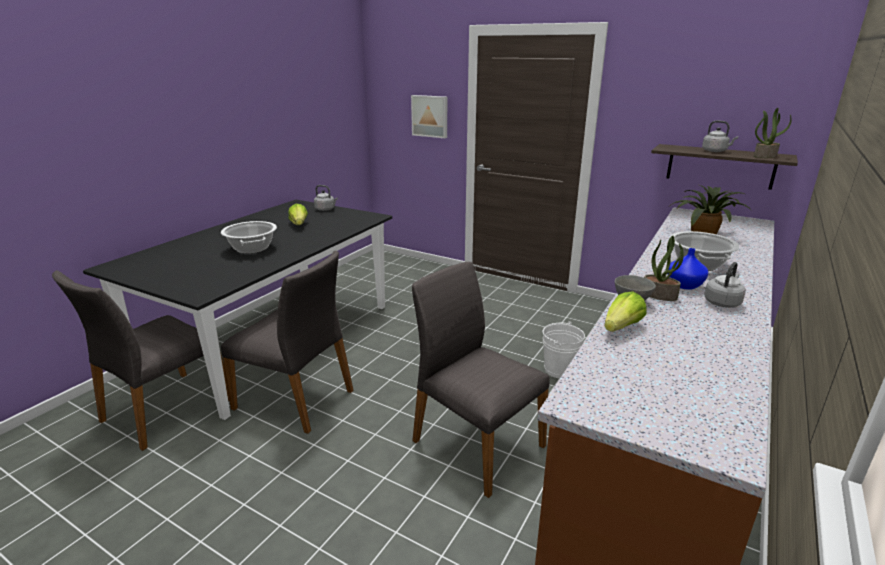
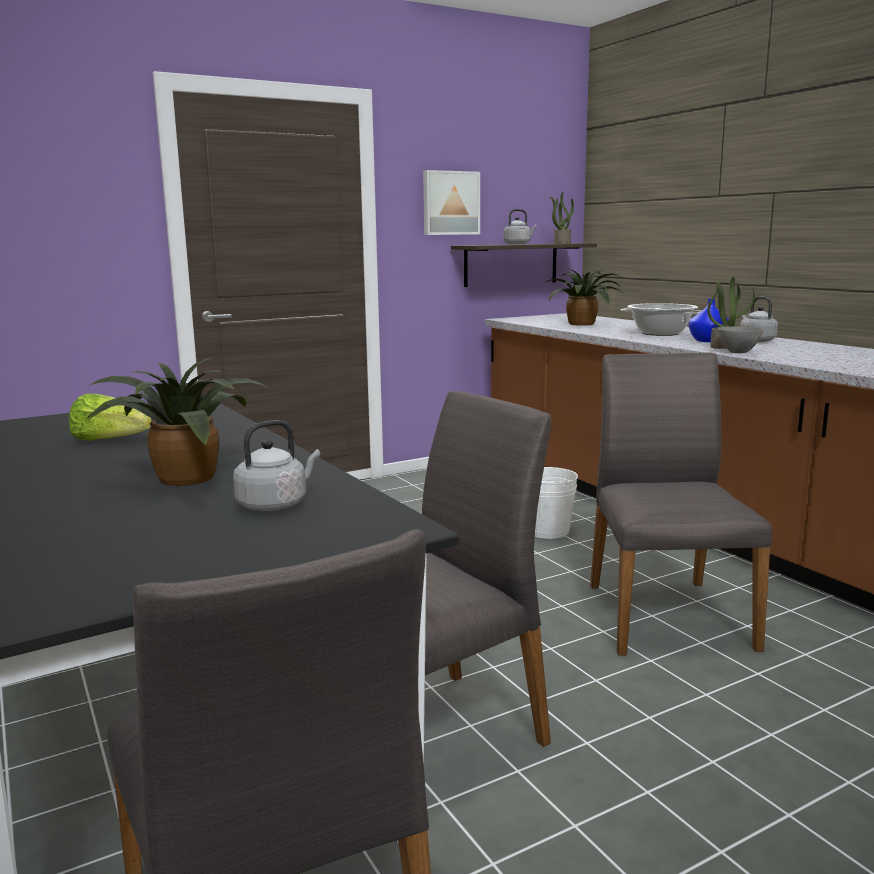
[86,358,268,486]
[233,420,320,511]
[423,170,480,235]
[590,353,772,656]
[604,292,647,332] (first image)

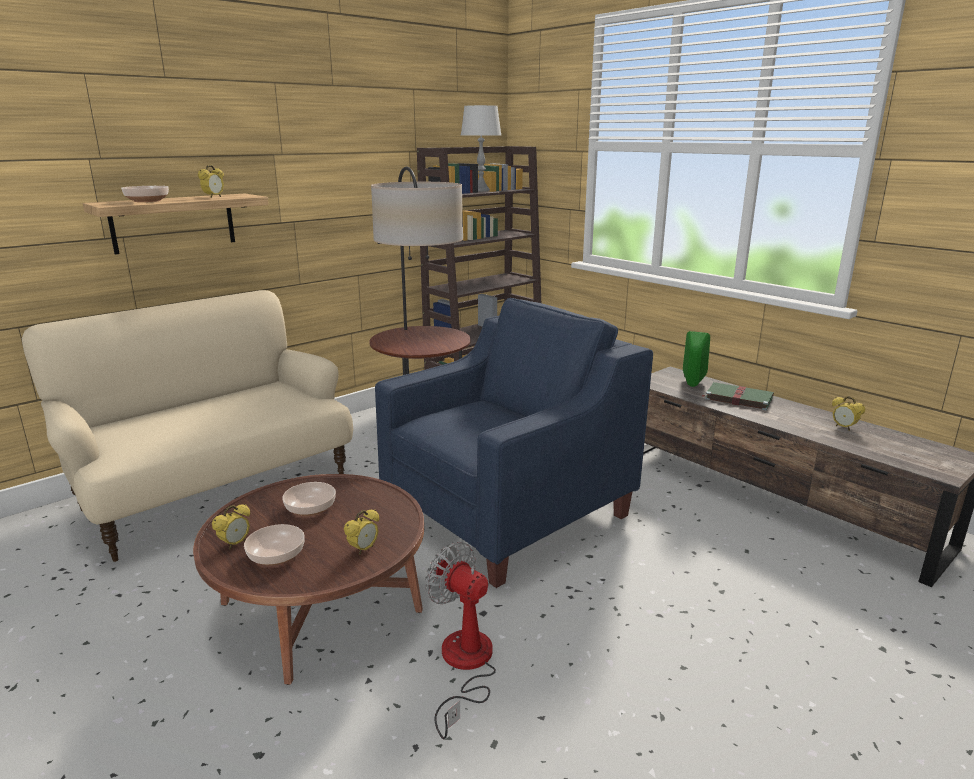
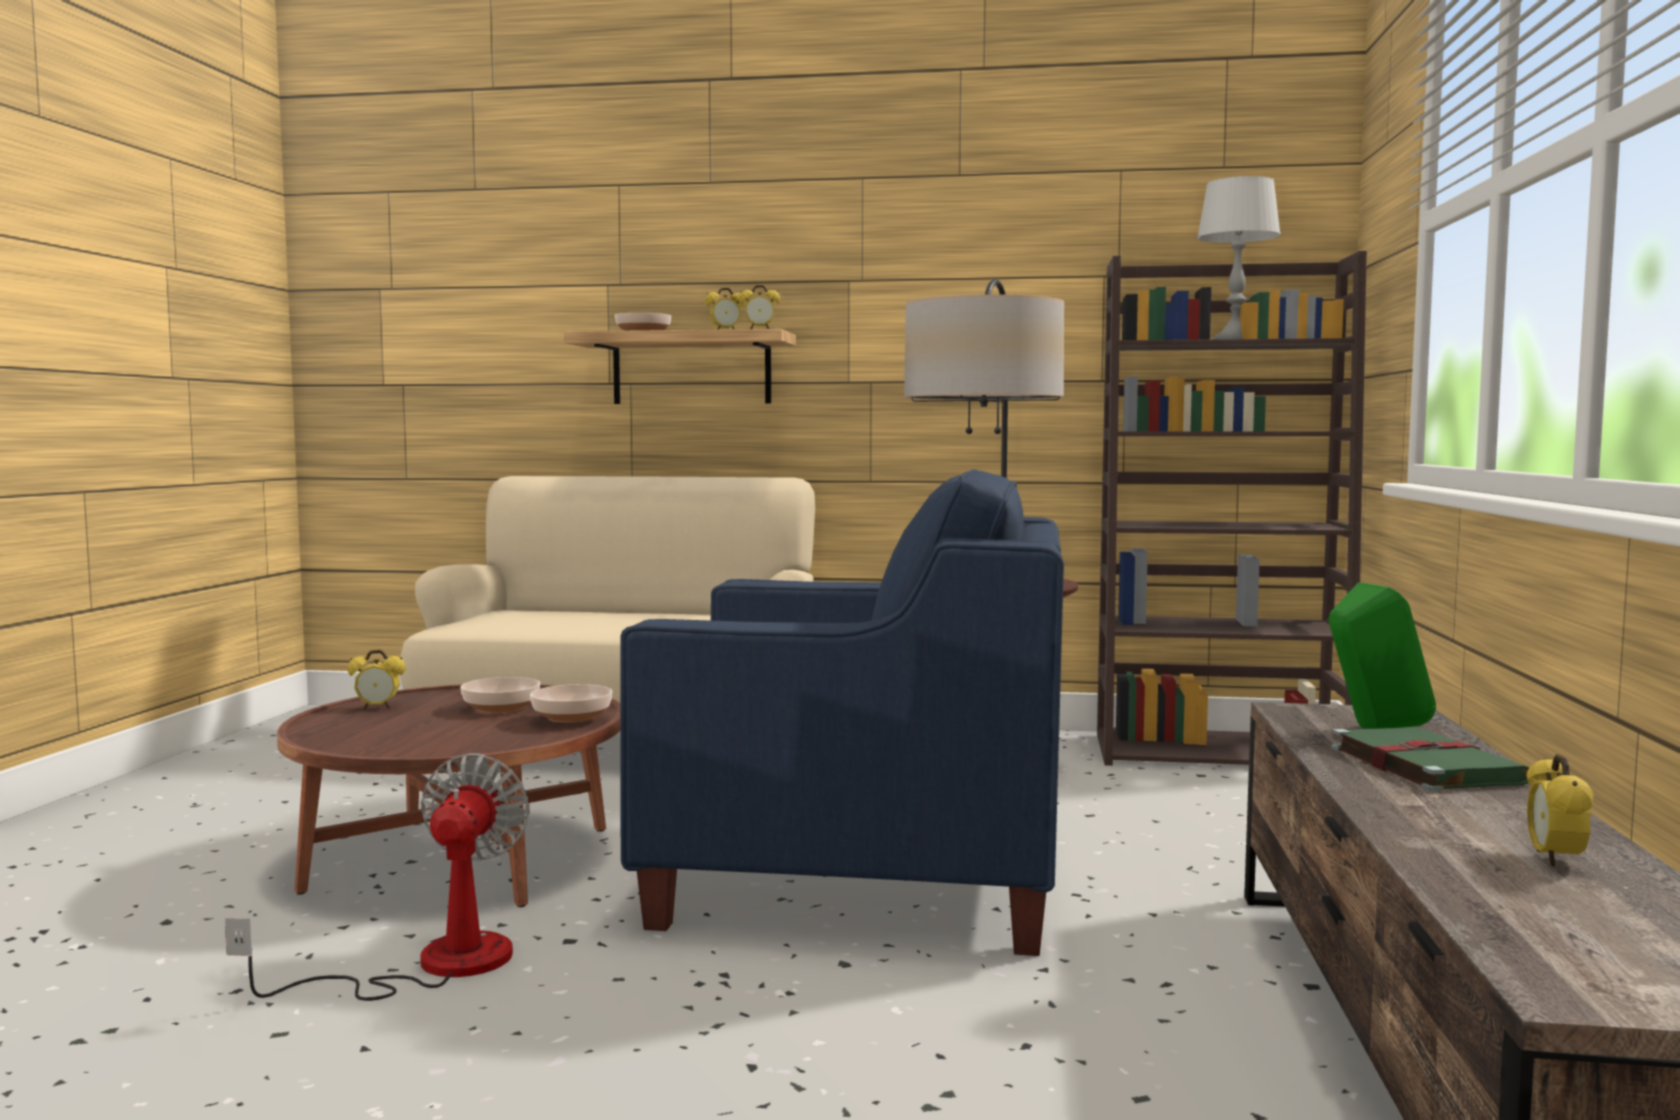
[530,684,612,723]
[739,285,780,329]

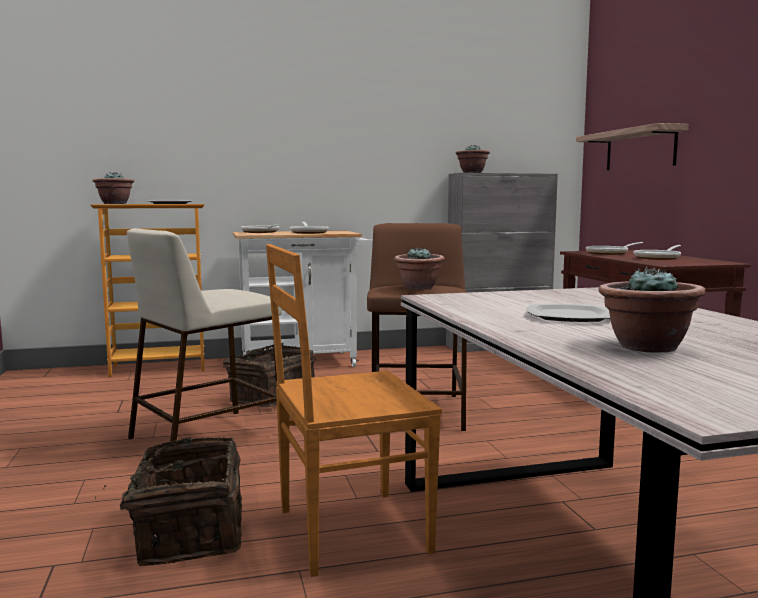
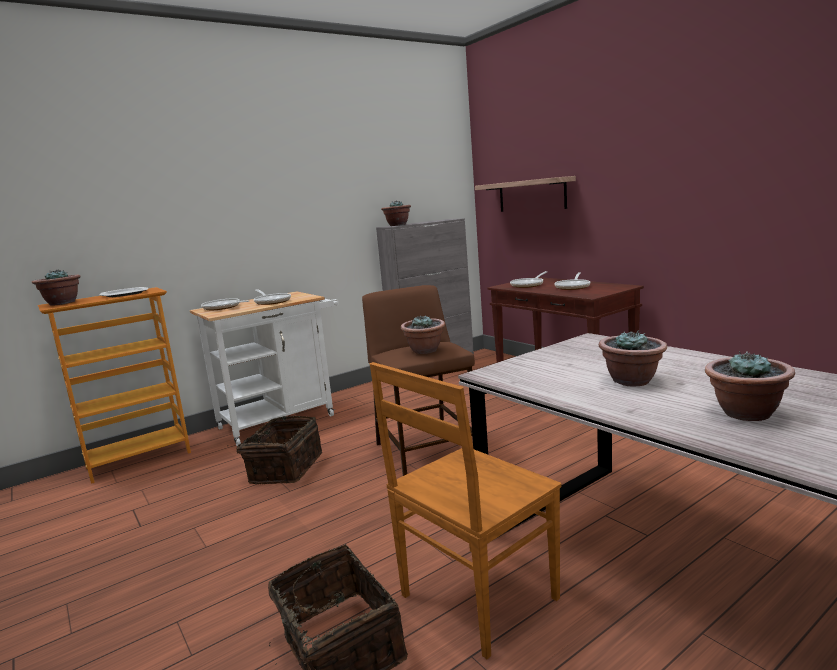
[127,228,282,441] (first image)
[599,331,667,386]

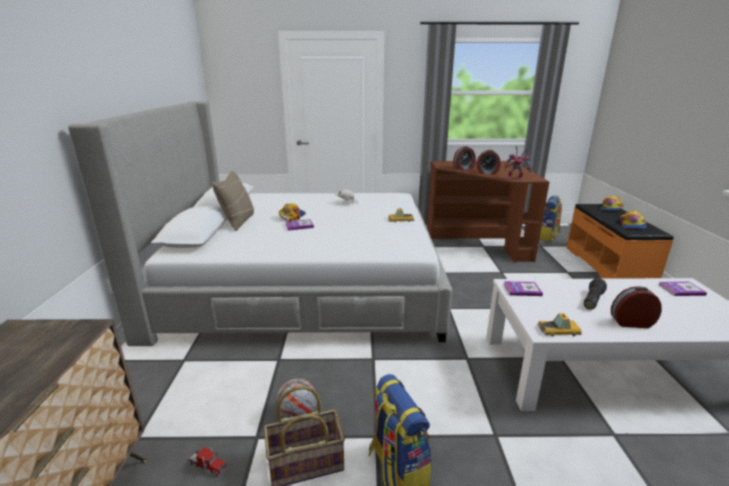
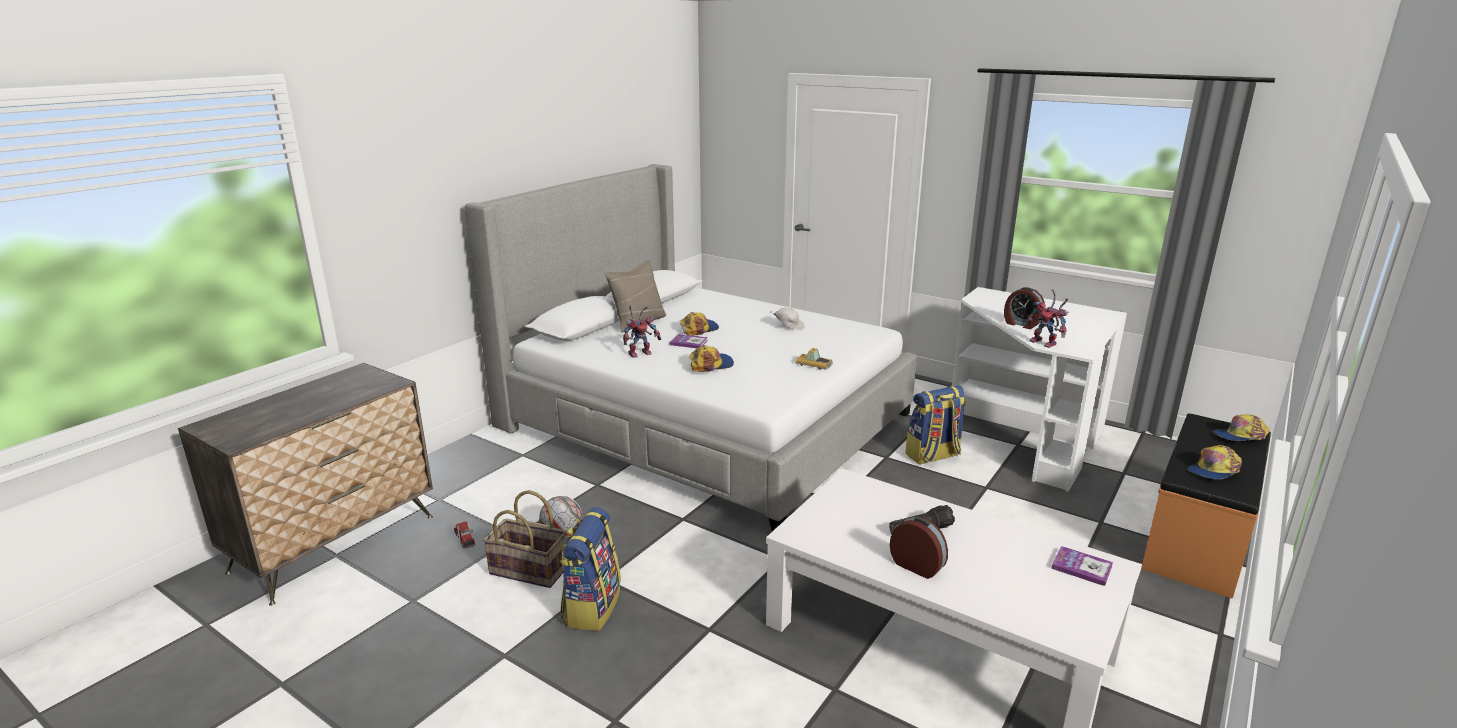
[952,287,1127,492]
[453,146,476,170] (first image)
[504,281,543,296] (first image)
[537,313,582,337] (first image)
[906,385,966,465]
[623,305,661,358]
[689,345,734,372]

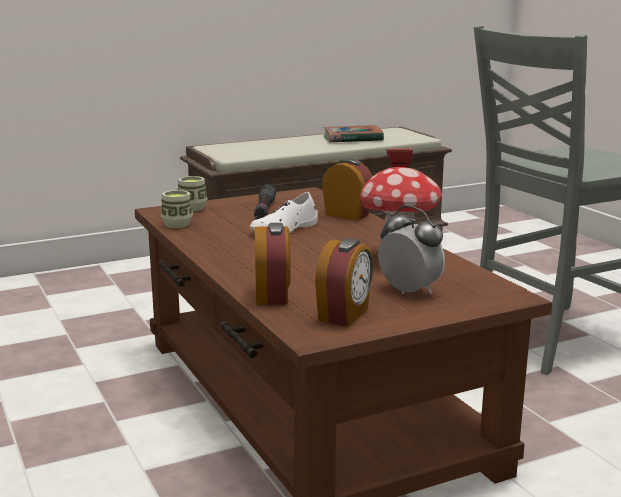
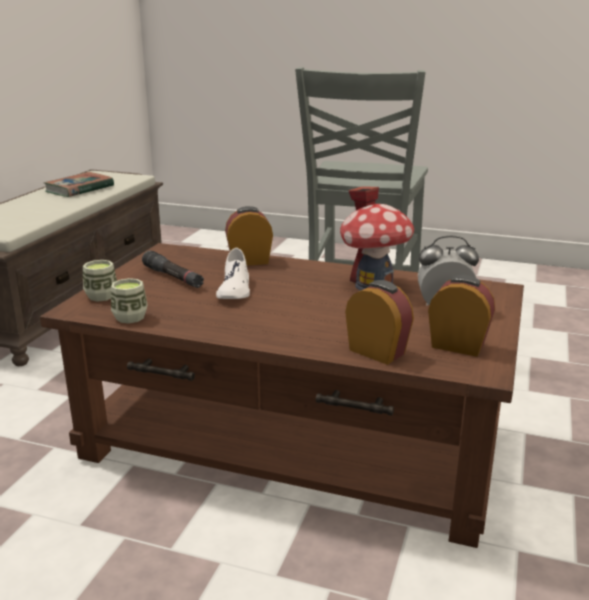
[428,275,495,357]

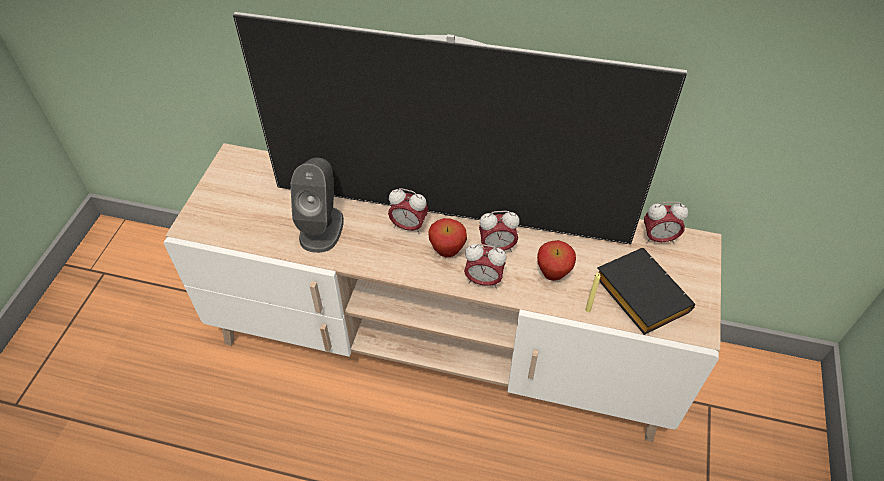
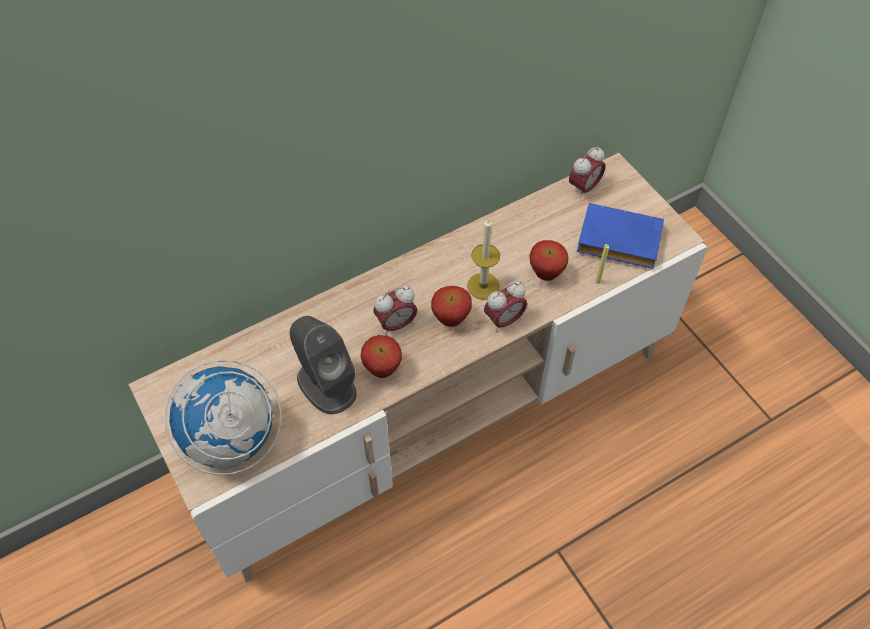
[233,12,687,244] (first image)
[467,217,500,300]
[577,203,664,269]
[164,359,282,475]
[361,335,402,378]

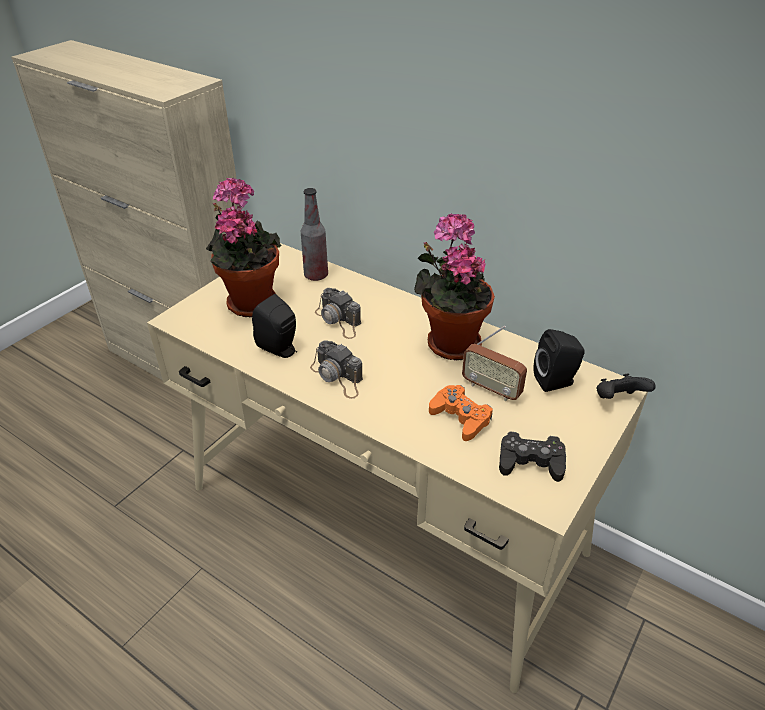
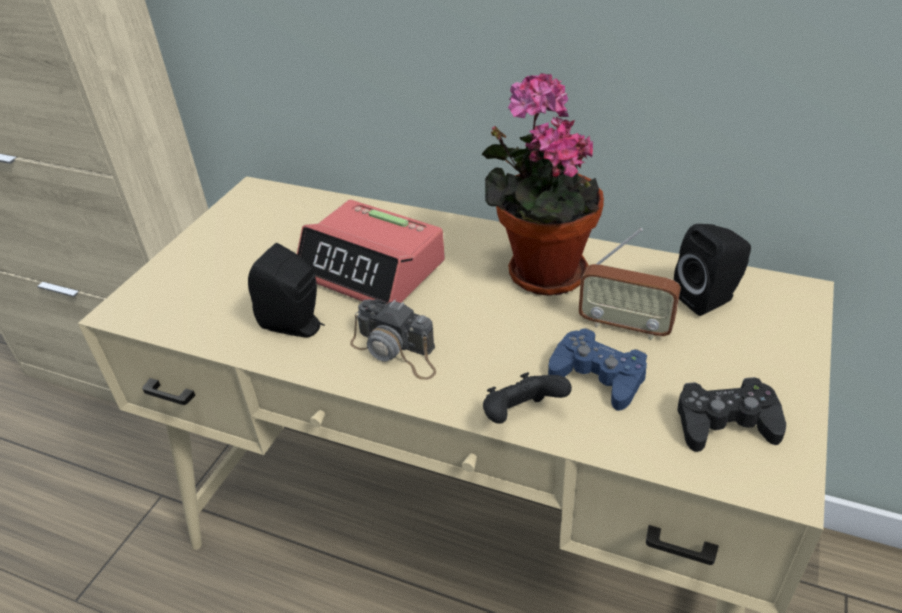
[206,178,281,318] (first image)
[301,188,328,281] (first image)
[297,200,445,305]
[548,328,647,411]
[483,372,572,423]

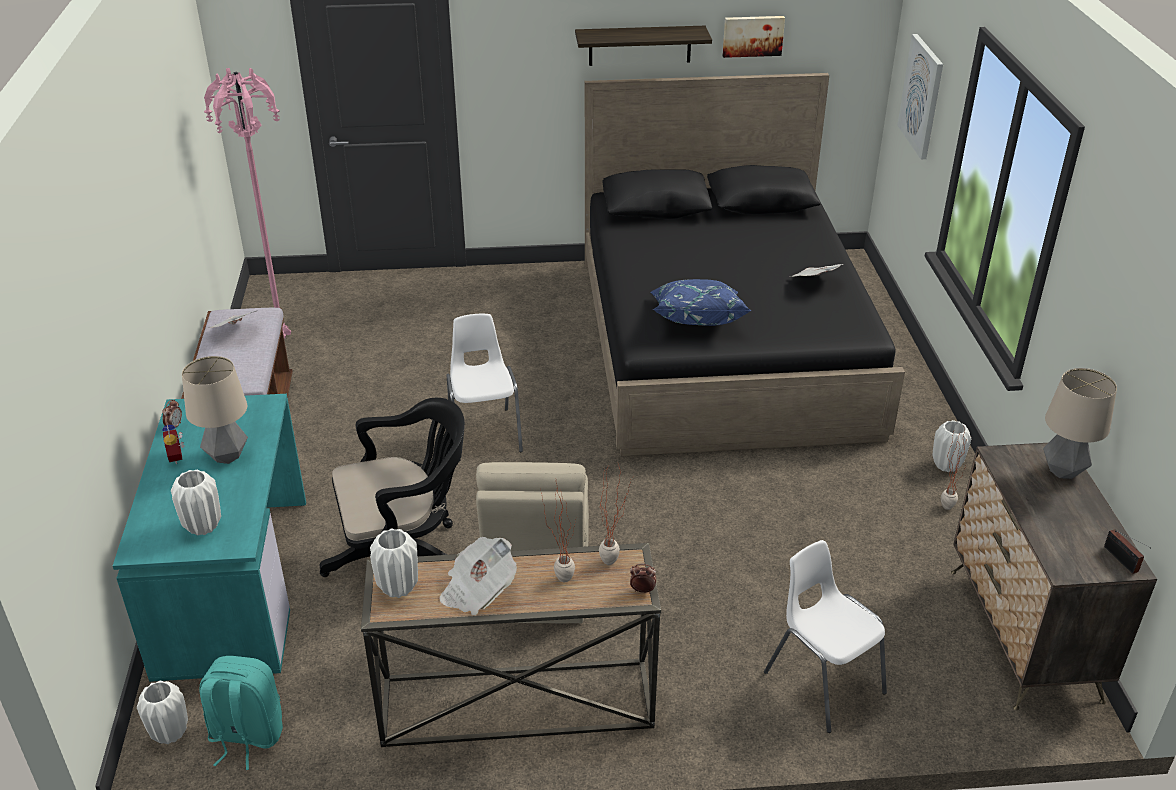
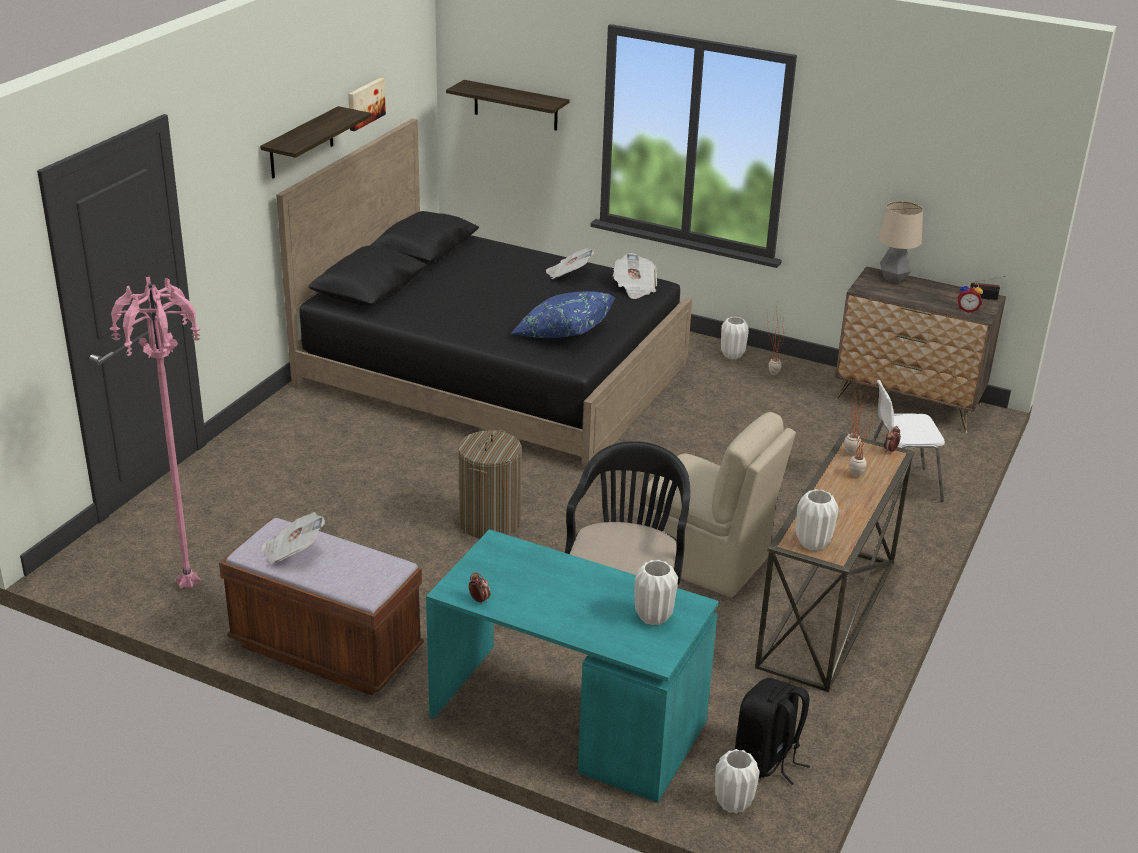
[957,282,983,313]
[182,356,248,464] (first image)
[735,678,810,785]
[613,253,657,299]
[458,430,522,539]
[446,80,569,131]

